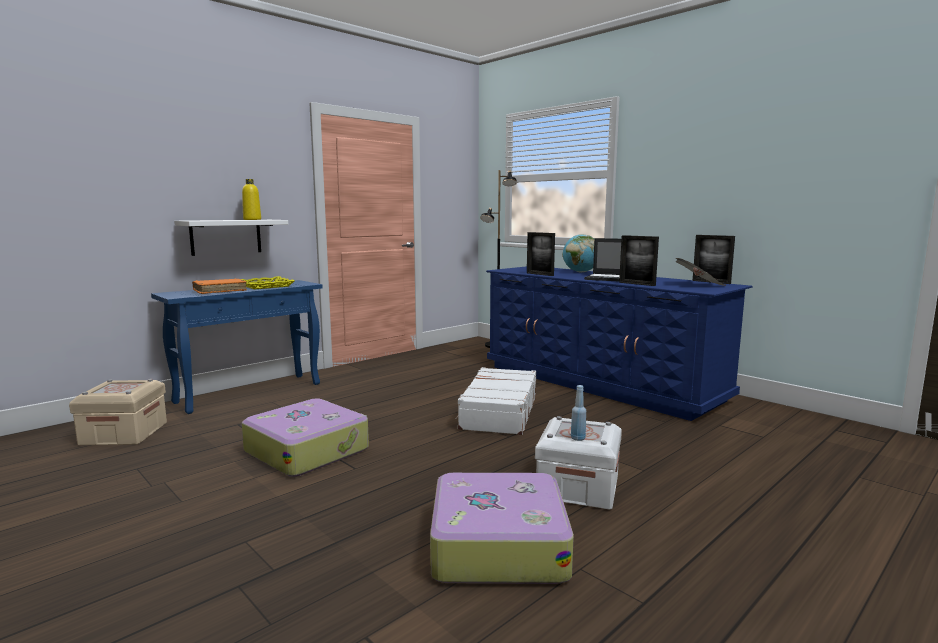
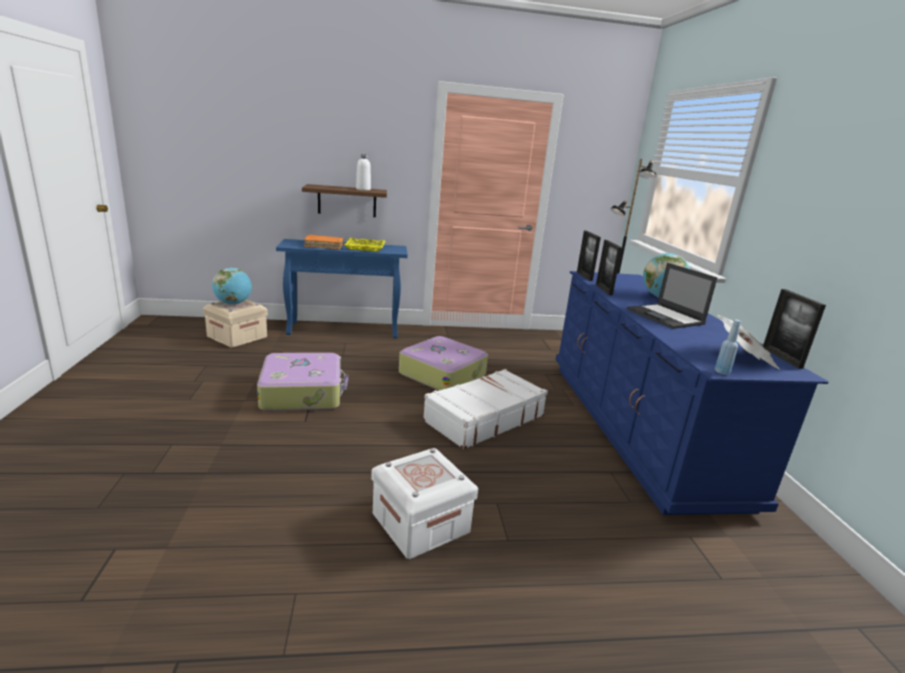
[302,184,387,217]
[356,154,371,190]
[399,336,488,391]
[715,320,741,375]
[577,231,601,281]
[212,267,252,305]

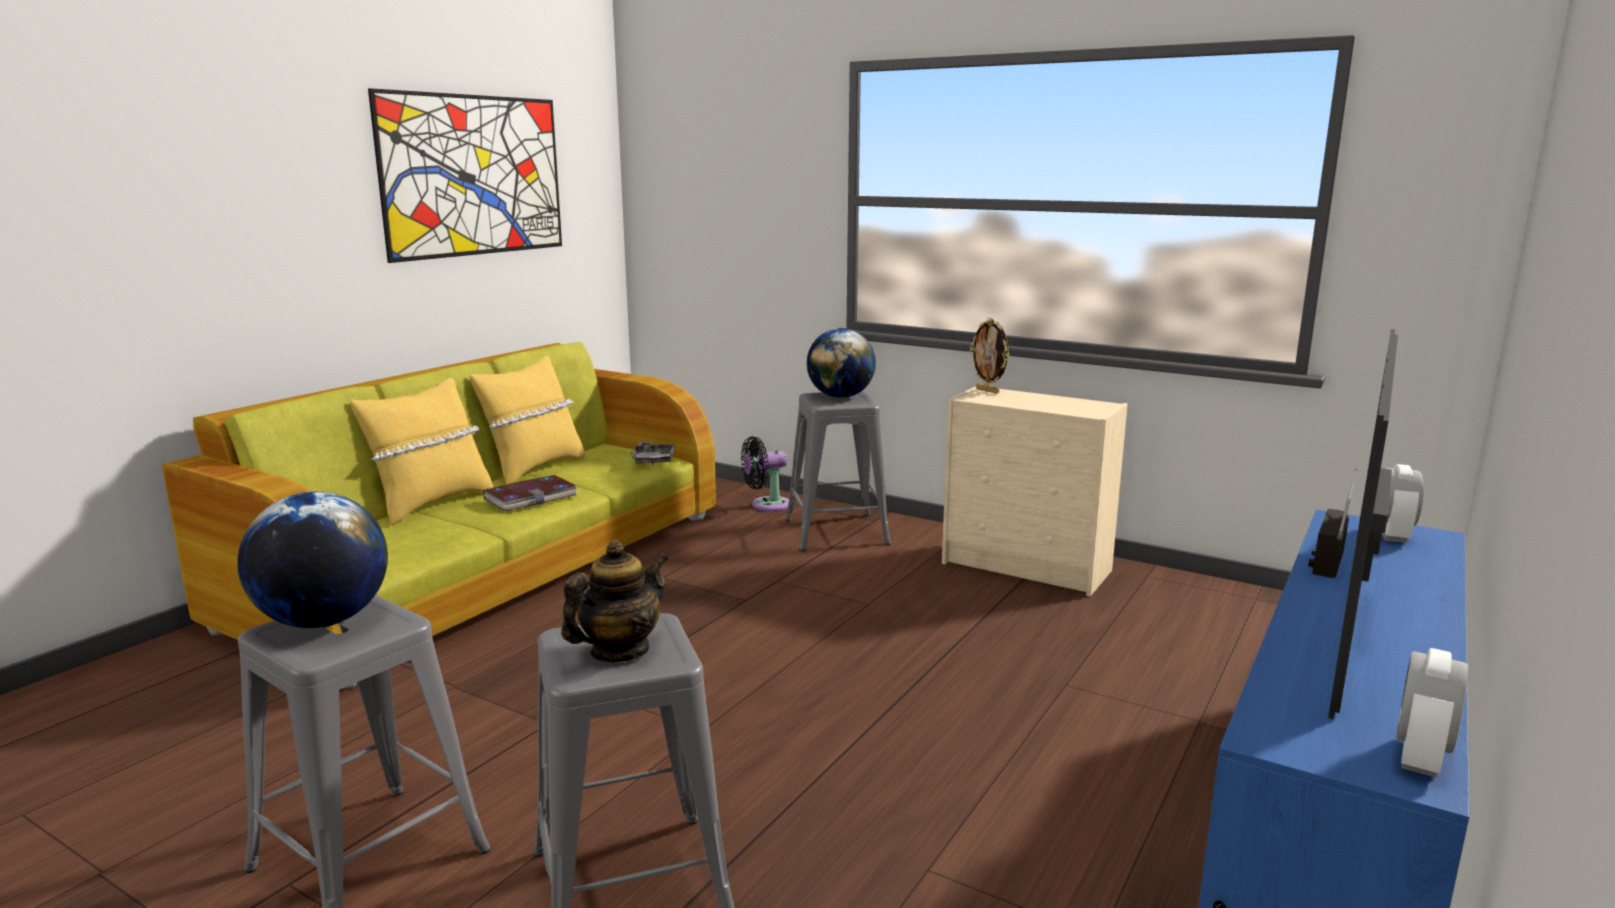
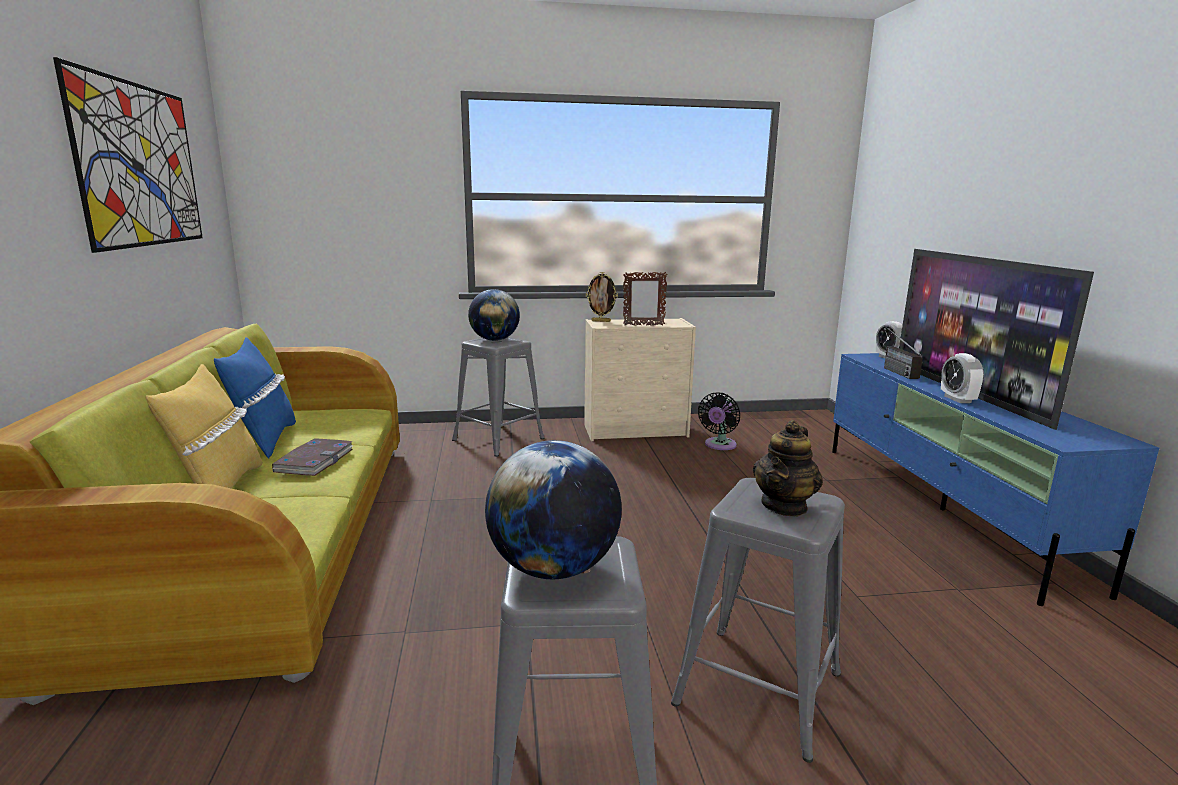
[214,337,296,459]
[753,420,823,517]
[631,442,675,465] (first image)
[698,392,740,450]
[941,353,984,403]
[623,271,668,326]

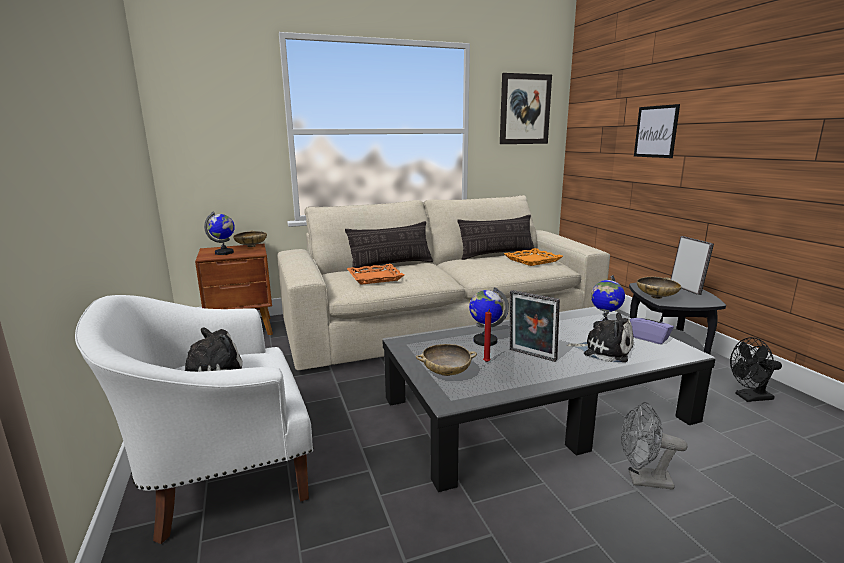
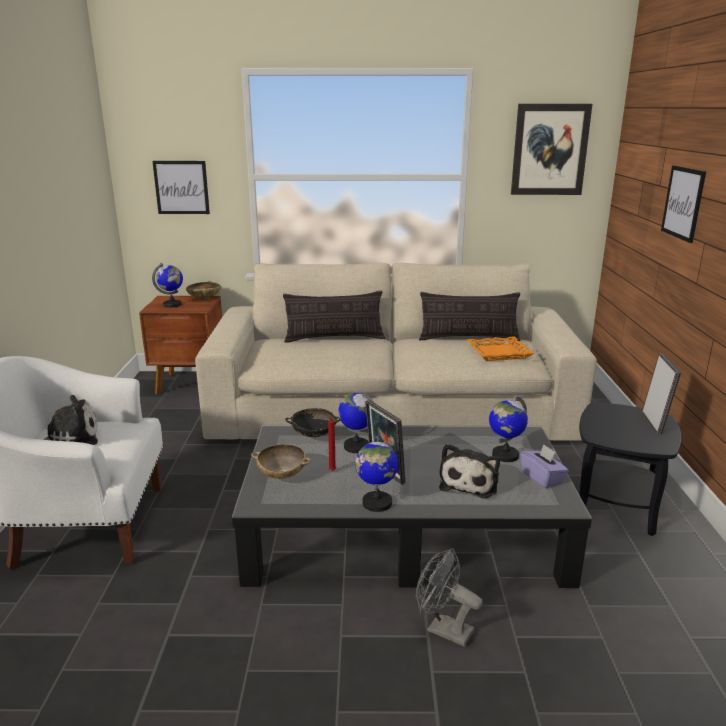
[347,264,404,285] (first image)
[439,444,500,498]
[637,277,681,299] (first image)
[730,337,782,402] (first image)
[152,161,210,214]
[285,408,340,438]
[355,435,398,512]

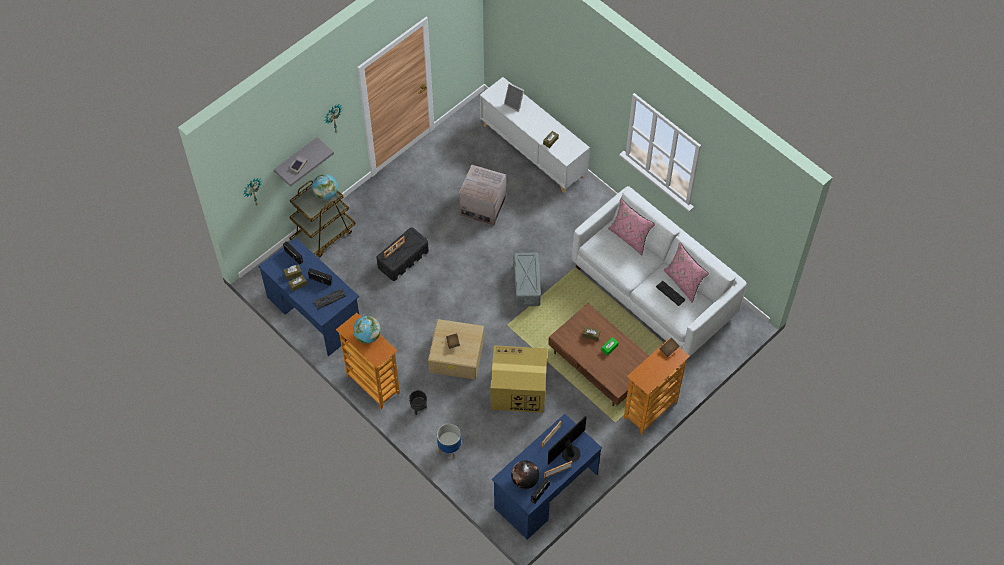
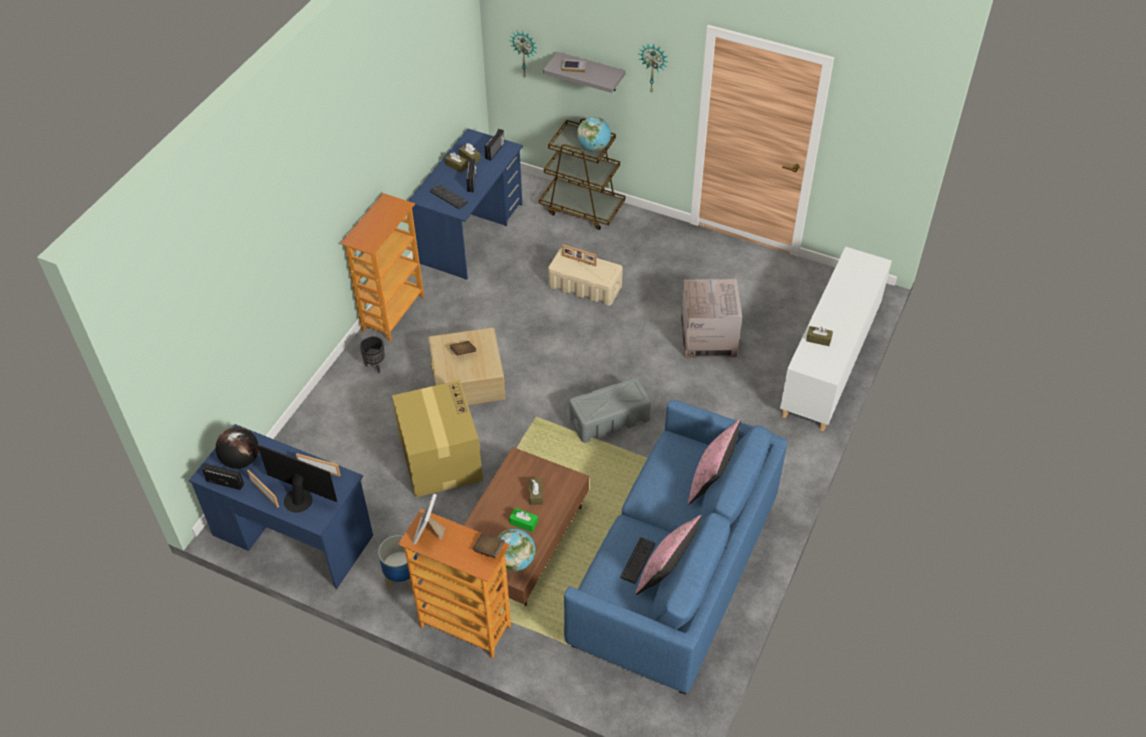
[497,529,535,572]
[548,248,623,306]
[378,535,417,590]
[413,494,445,544]
[564,400,787,695]

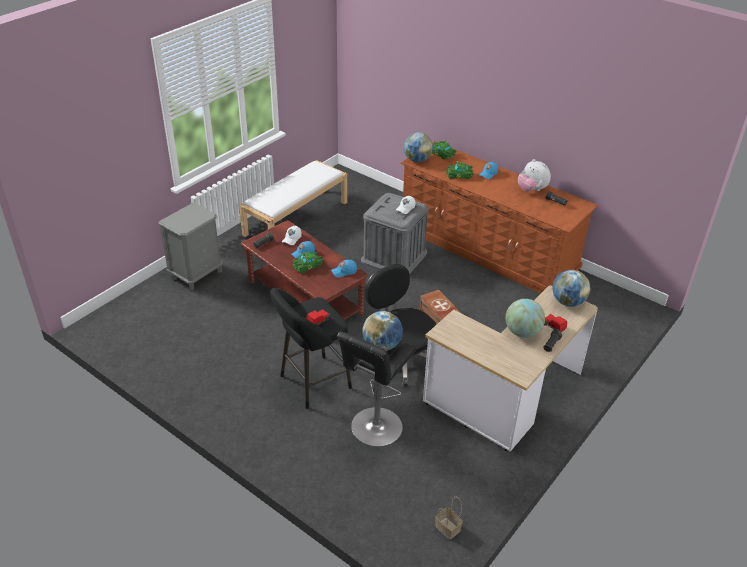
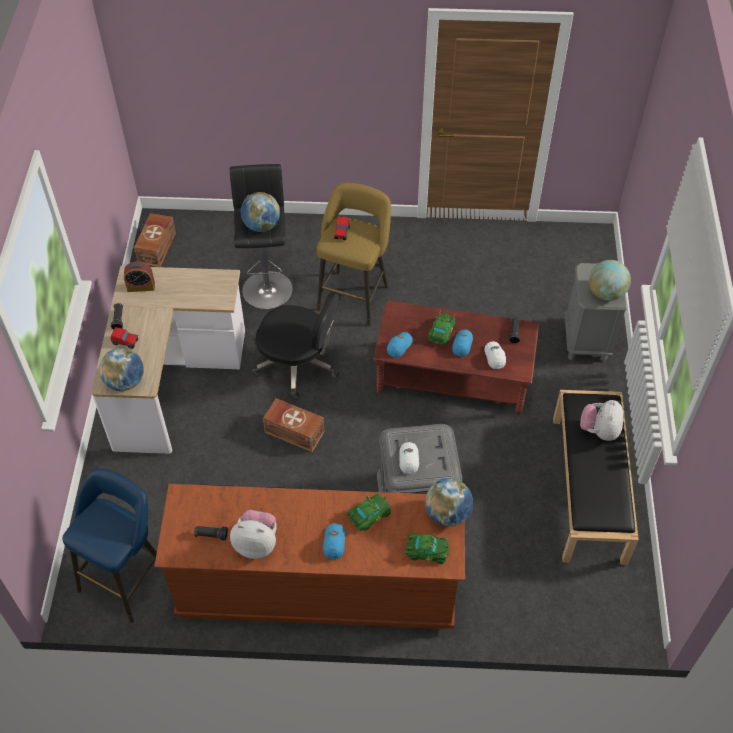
[553,390,639,565]
[317,183,391,326]
[134,213,176,267]
[589,260,631,301]
[62,468,157,623]
[124,262,155,292]
[580,400,623,441]

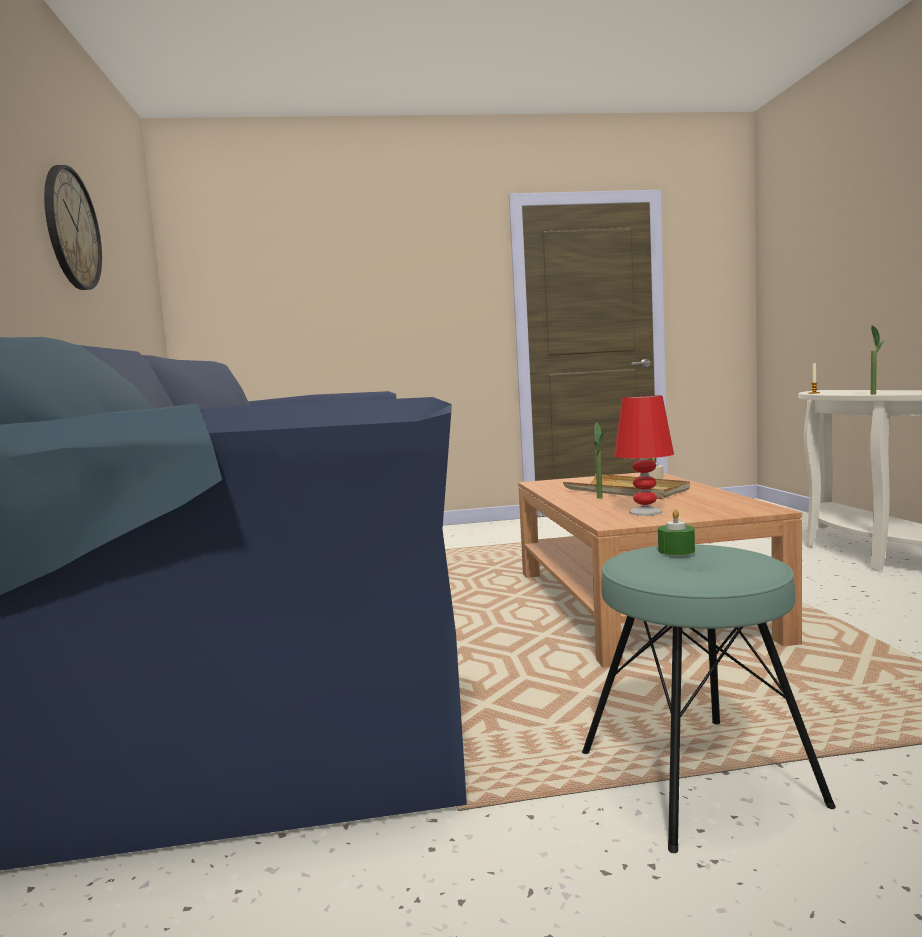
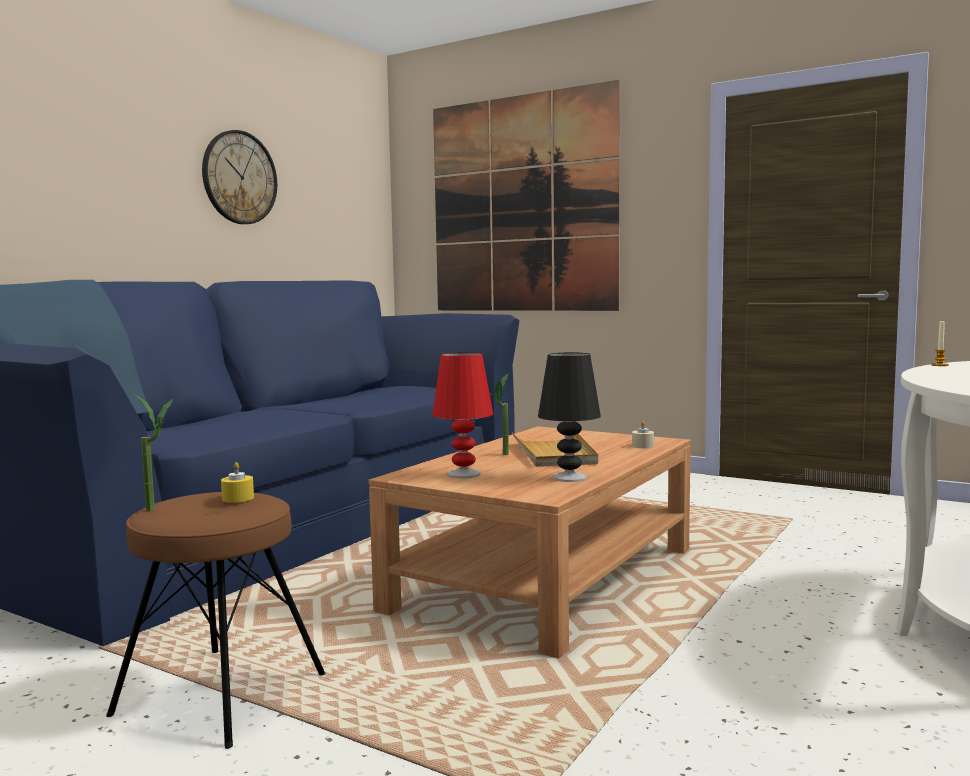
[106,492,326,749]
[221,462,254,503]
[136,395,174,511]
[433,80,620,311]
[538,353,601,482]

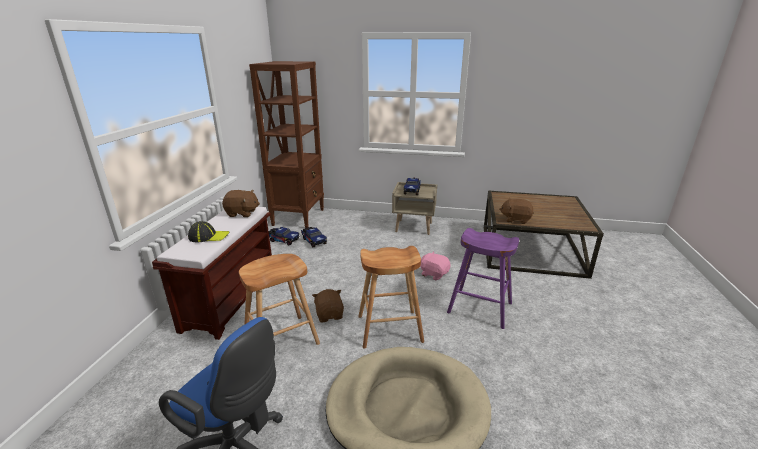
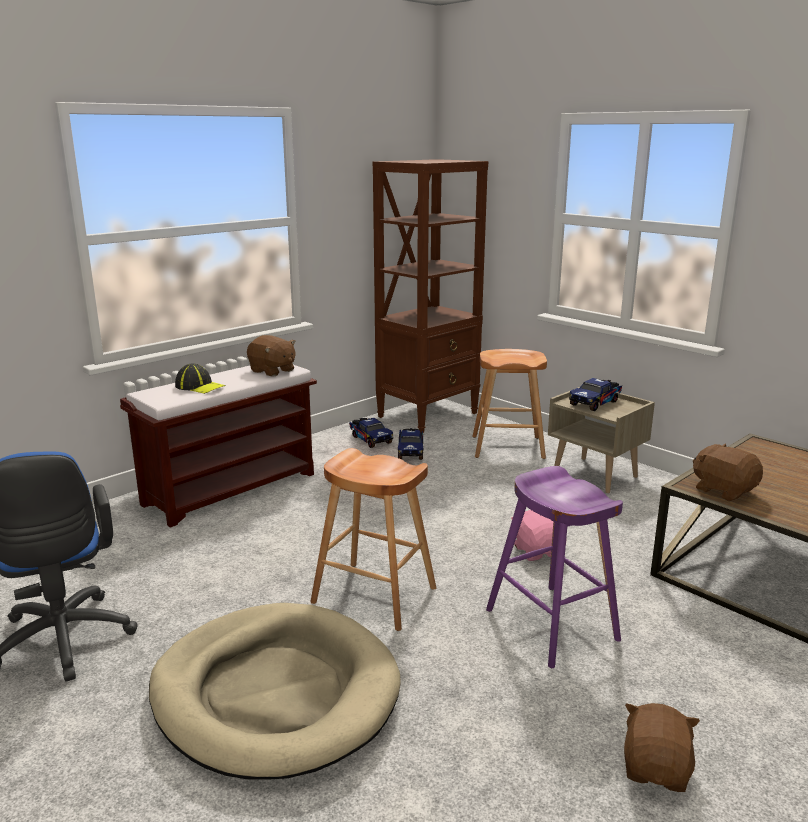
[472,349,547,459]
[624,703,700,792]

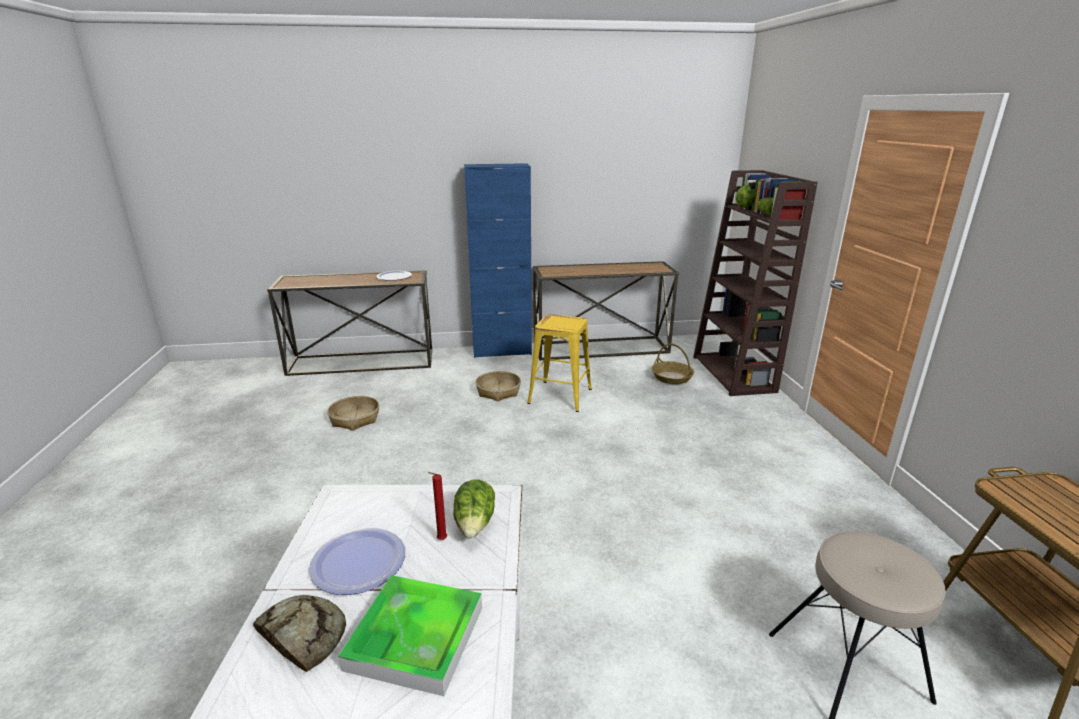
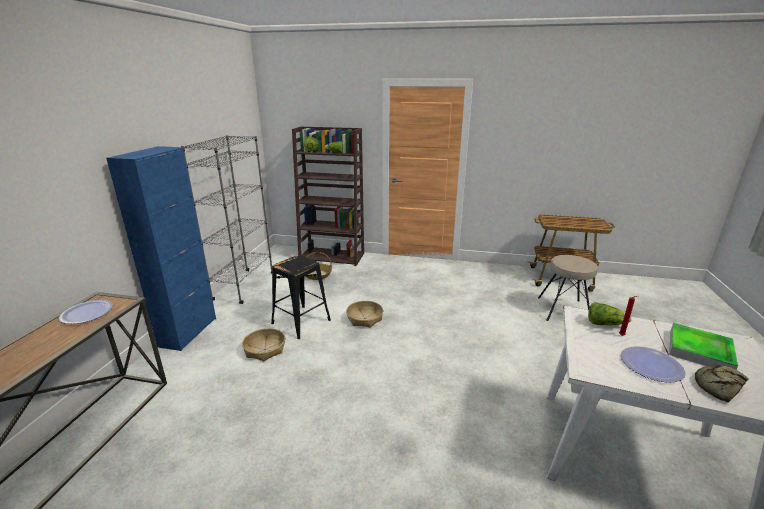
[346,301,383,328]
[271,255,331,339]
[181,135,272,304]

